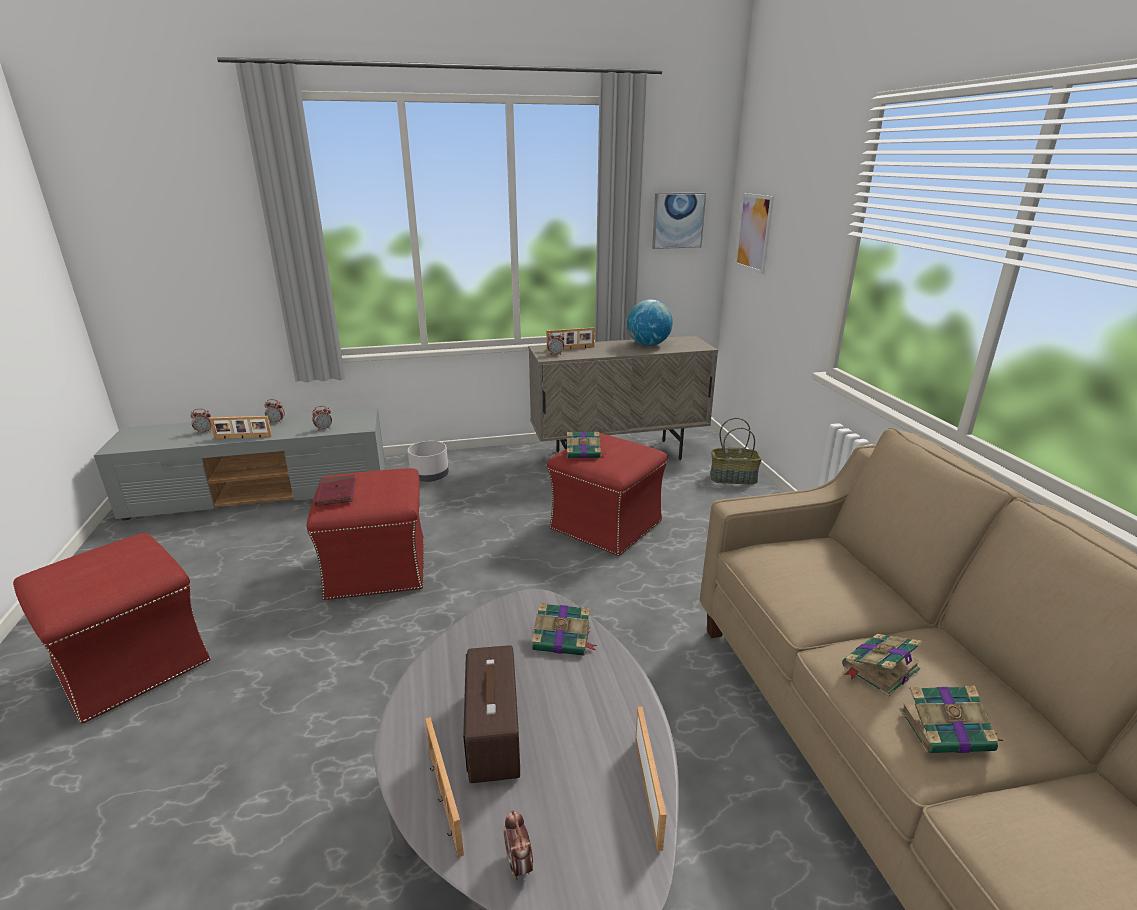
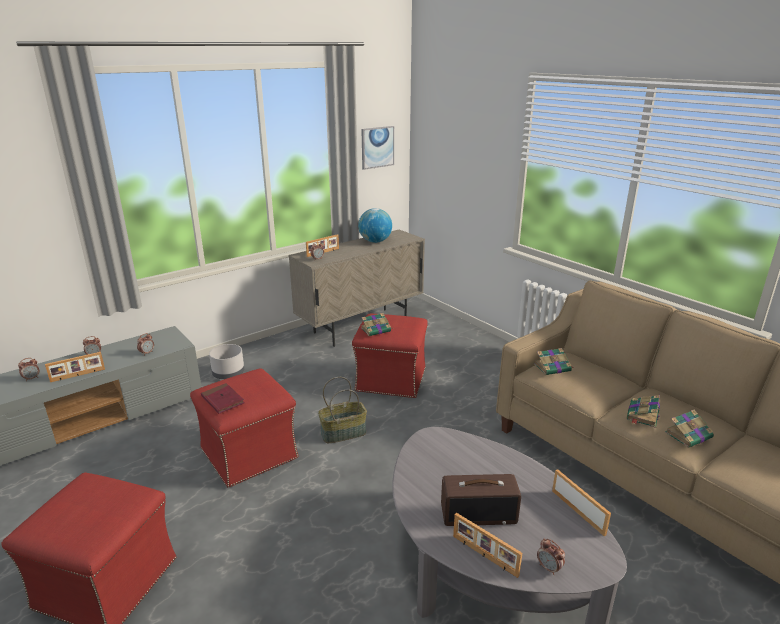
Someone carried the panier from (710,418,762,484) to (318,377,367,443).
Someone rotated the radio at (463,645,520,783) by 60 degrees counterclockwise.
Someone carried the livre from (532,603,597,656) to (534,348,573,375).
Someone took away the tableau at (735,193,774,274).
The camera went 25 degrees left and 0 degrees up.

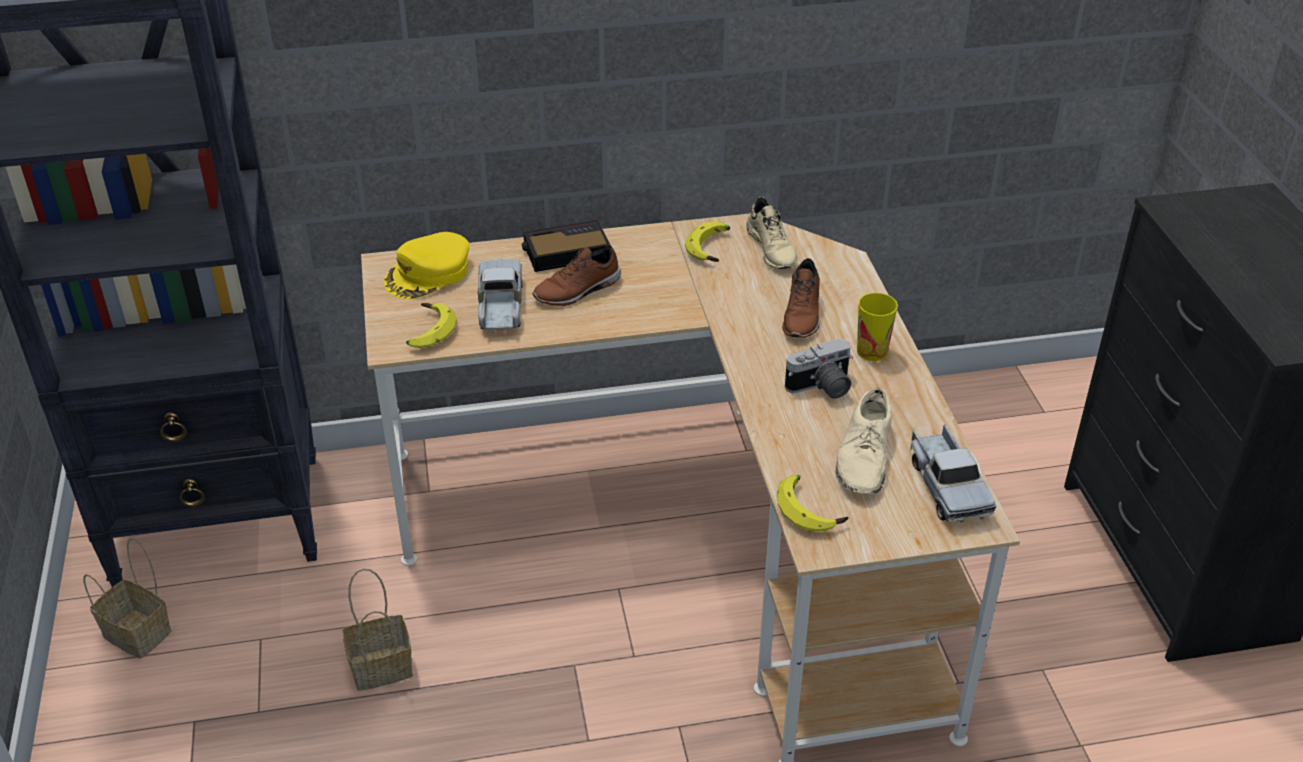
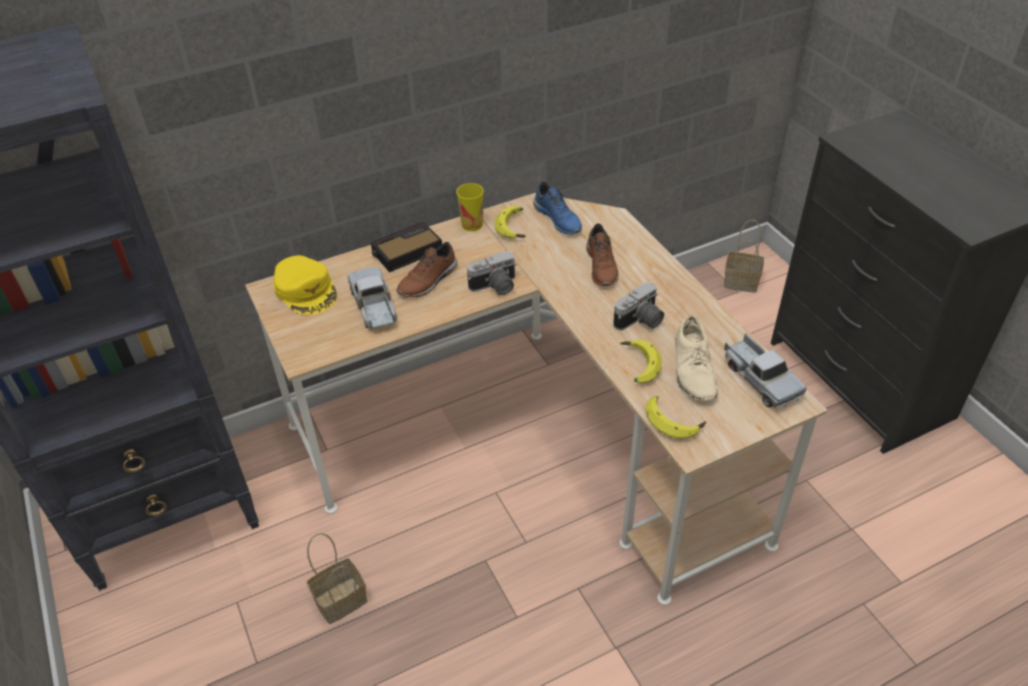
Someone rotated the casquette (jaune) at (383,232,469,299) by 60 degrees counterclockwise.
Someone carried the tasse from (857,292,898,361) to (457,183,484,231).
Someone put down the appareil photo at (467,251,517,295).
Someone repainted the chaussure (beige) at (746,197,797,269), which became the chaussure (bleu) at (533,181,582,234).
Someone carried the banane from (406,303,457,348) to (620,340,662,383).
Someone carried the panier from (83,538,172,658) to (724,220,764,293).
The camera went 15 degrees left and 5 degrees up.

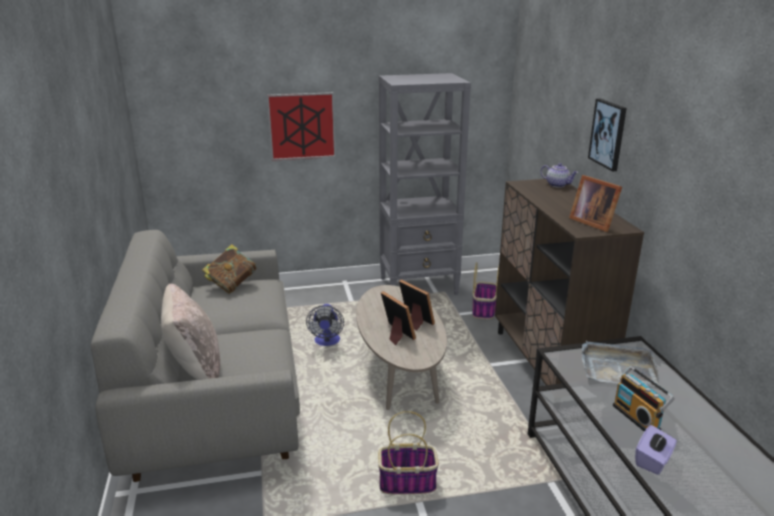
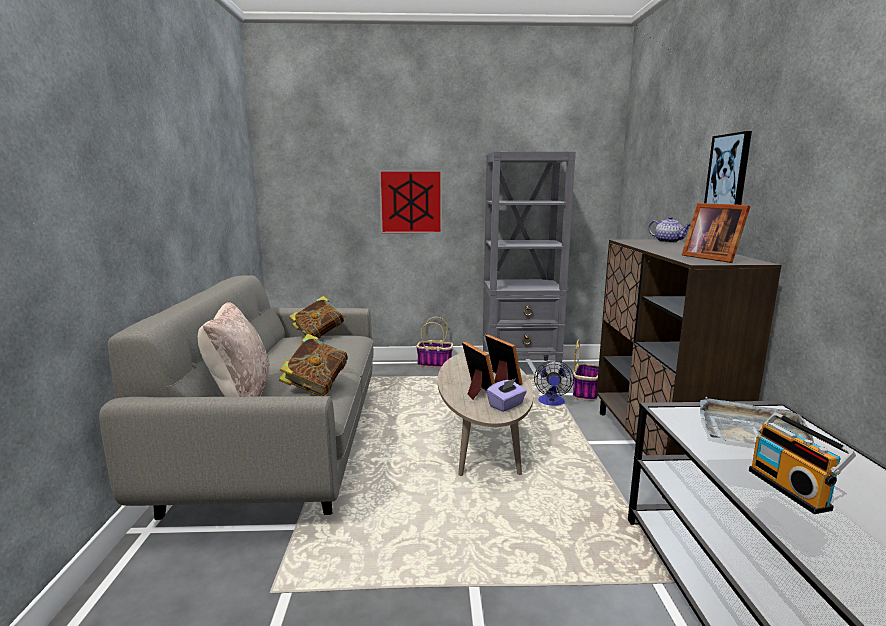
Someone put down the livre at (279,334,348,396).
Someone carried the panier from (378,411,439,495) to (416,317,453,368).
Someone carried the boîte à mouchoirs (violet) from (635,425,677,475) to (487,378,527,412).
Someone carried the ventilateur from (306,304,344,346) to (534,360,574,406).
The camera went 10 degrees right and 10 degrees down.

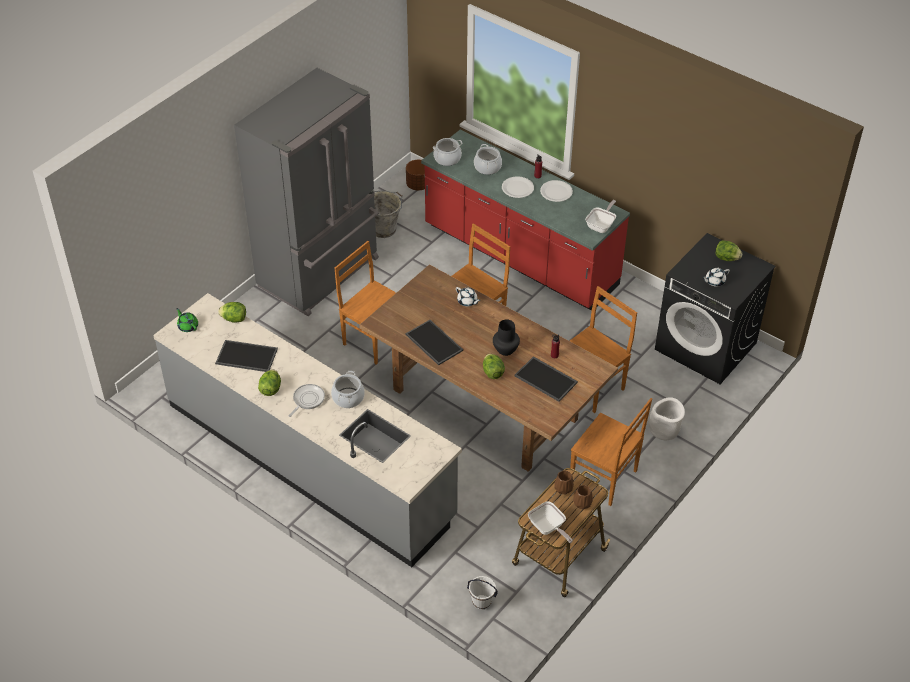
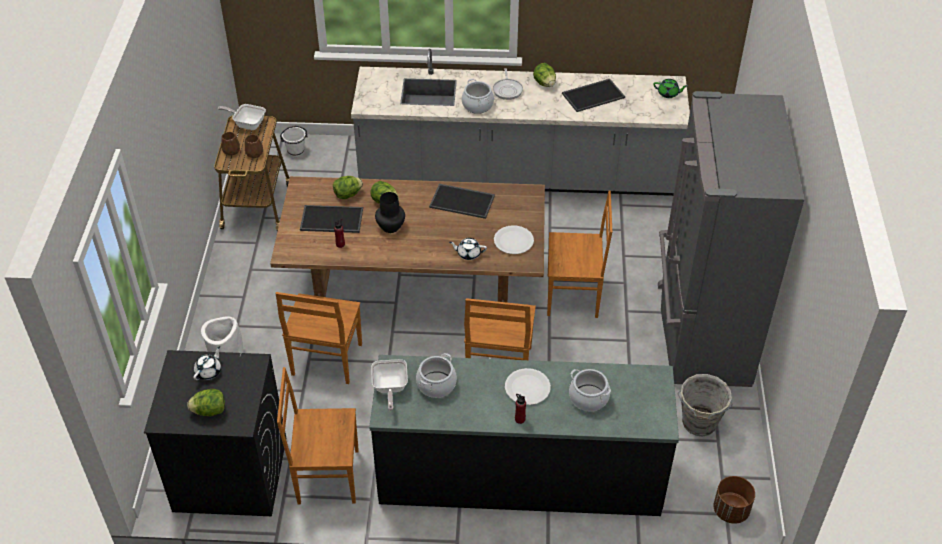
Someone carried the chaise (marron) from (570,398,652,506) to (277,367,359,504).
Someone carried the laitue from (218,302,246,323) to (333,176,363,199).
Someone repainted the comptoir de cuisine (rouge) at (421,130,630,311), which became the comptoir de cuisine (noir) at (369,355,679,516).
Someone carried the marmite from (433,138,462,166) to (416,353,457,398).
Someone carried the assiette (blanc) from (540,180,573,202) to (494,225,534,254).
The camera went 145 degrees right and 0 degrees up.

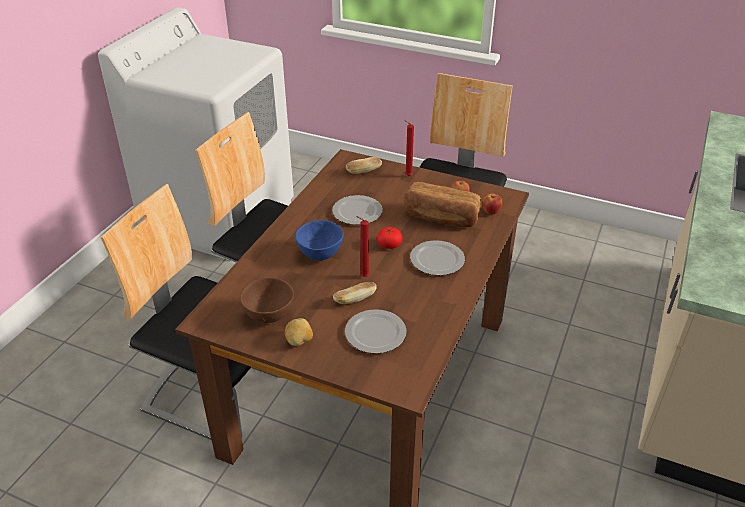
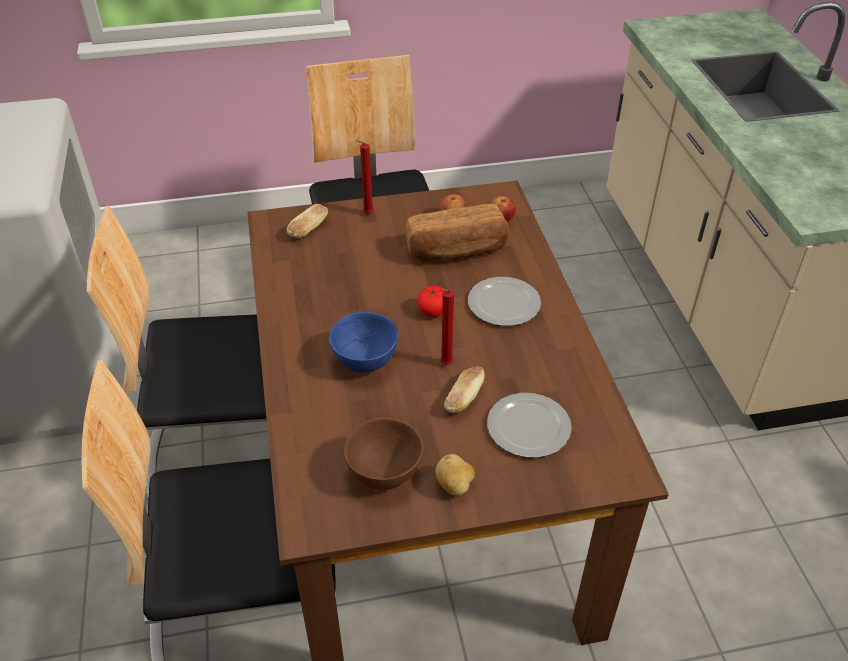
Someone took away the assiette at (332,195,383,225).
The camera went 35 degrees left and 5 degrees up.

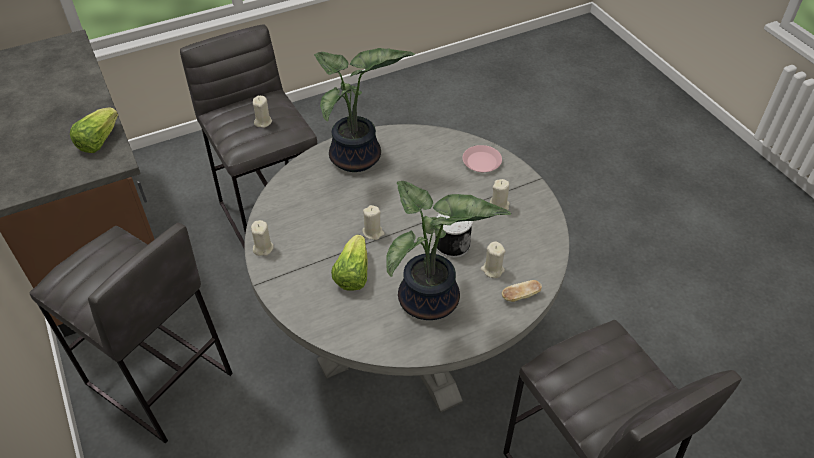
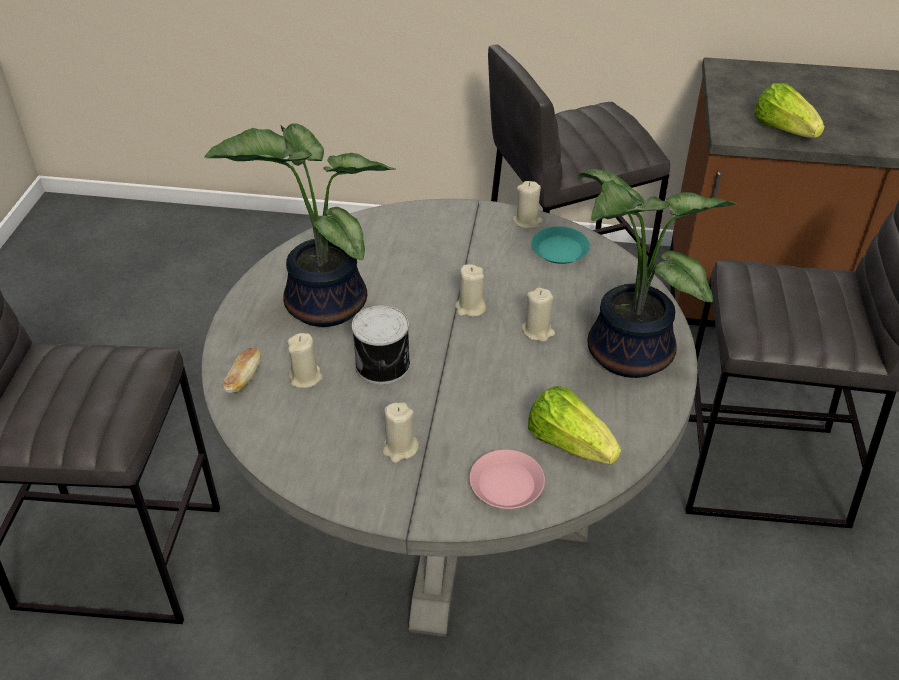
Someone carried the bougie (beige) from (253,96,272,128) to (522,288,555,342).
Someone carried the laitue from (331,235,368,291) to (528,386,621,464).
Someone put down the assiette (turquoise) at (531,226,590,264).
The camera went 125 degrees right and 5 degrees down.

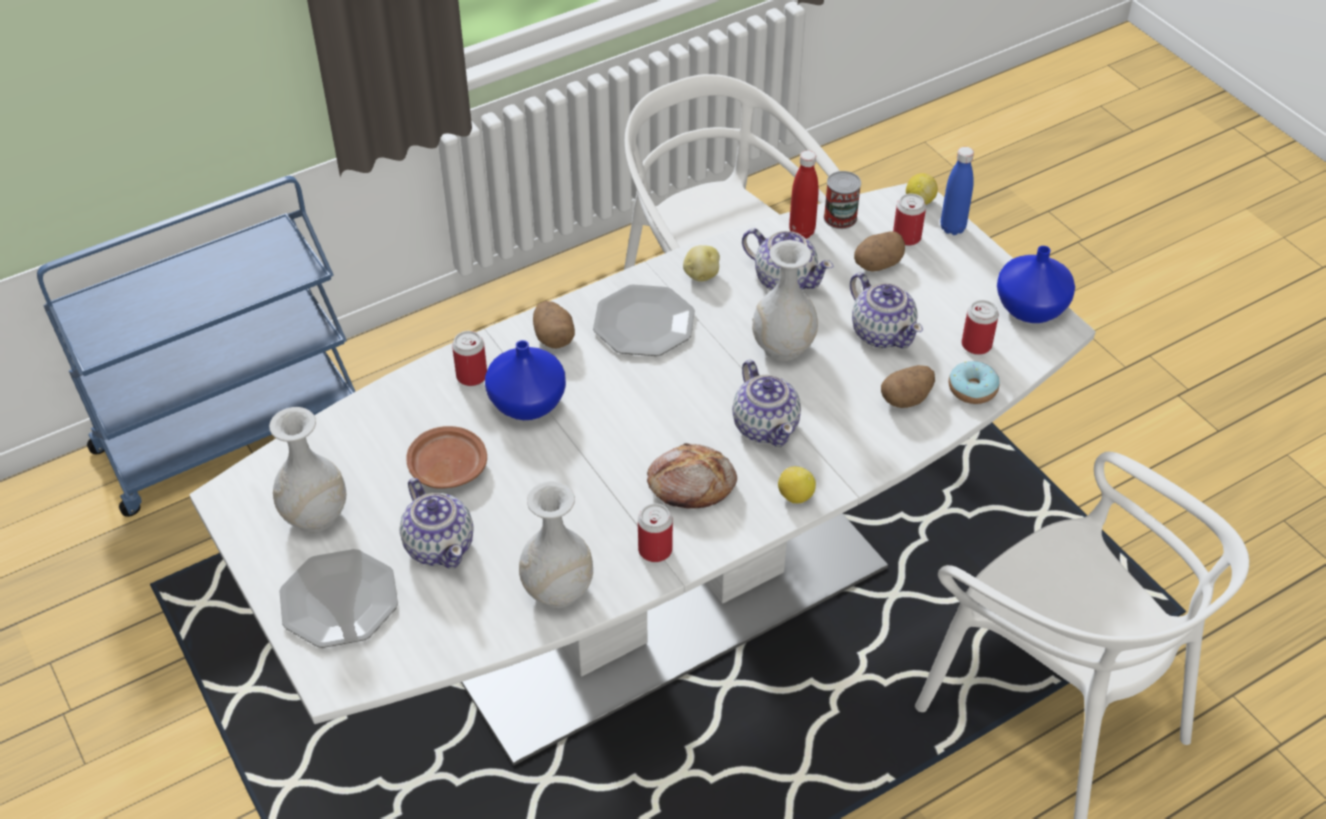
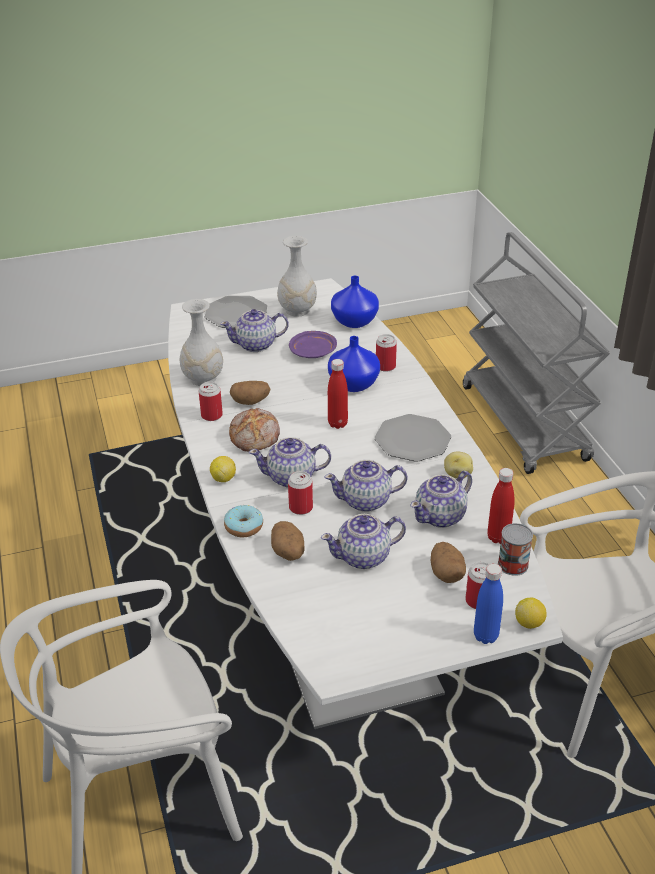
Someone carried the beignet from (949,361,1000,404) to (224,505,263,537).
Someone carried the pomme de terre from (533,301,575,349) to (230,381,271,405).
Someone carried the boîte métallique from (961,300,999,355) to (288,471,313,515).
Someone repainted the assiette (marron) at (406,426,487,488), which became the assiette (violet) at (289,331,337,358).
Someone swapped the vase (blanc) at (752,240,818,361) for the théière at (324,460,408,512).
Someone put down the bouteille (rouge) at (328,359,348,429).
Someone carried the vase (bleu) from (997,246,1075,323) to (331,276,379,328).
Someone repainted the chariot (bleu) at (37,176,356,517), which became the chariot (gris) at (463,232,610,474).
The camera went 105 degrees right and 10 degrees down.

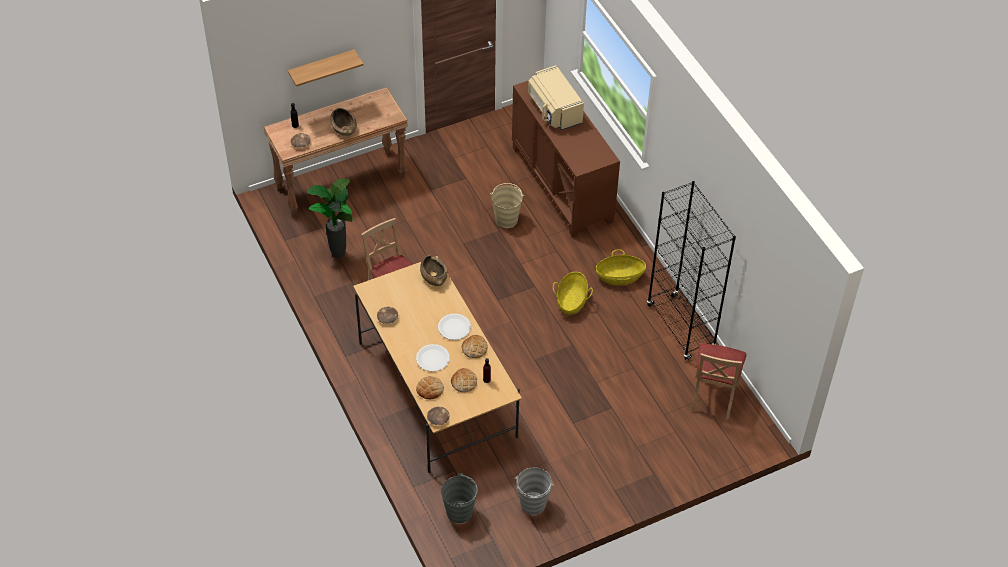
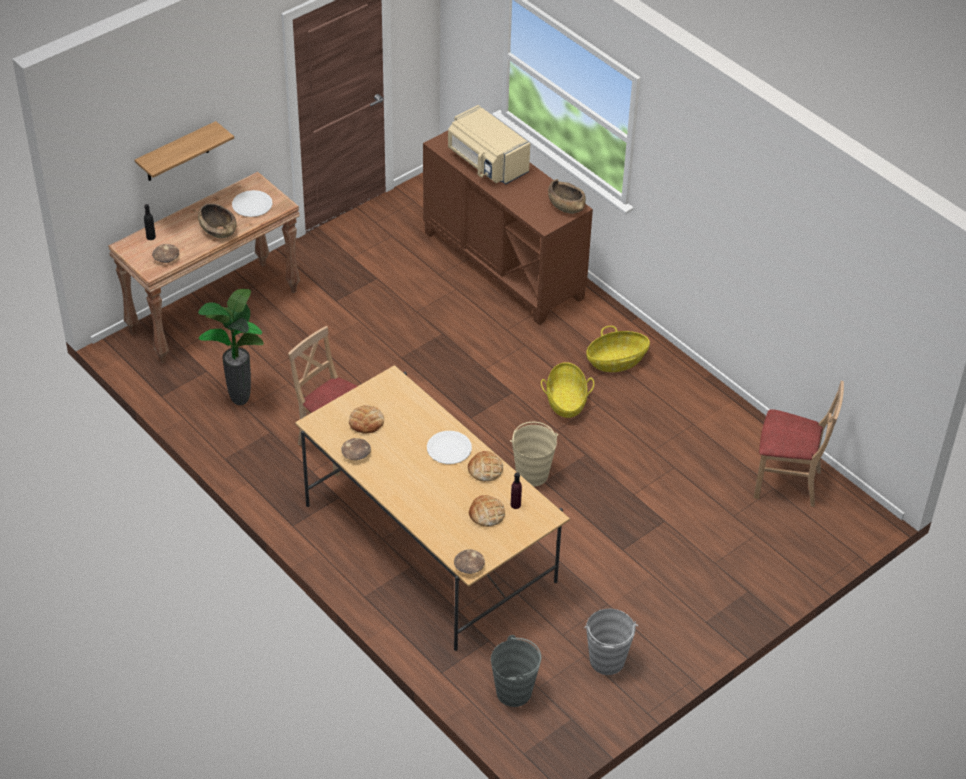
Someone carried the assiette (blanc) from (416,344,450,372) to (232,190,273,217).
Someone carried the pain from (416,376,444,399) to (349,405,384,433).
Someone carried the seau (beige) from (490,183,524,228) to (510,422,558,486).
Someone carried the bol (marron) from (420,255,448,286) to (548,179,586,214).
Someone rotated the chaise (beige) at (691,343,747,420) by 75 degrees counterclockwise.
Someone took away the bibliothèque (noir) at (647,181,736,360).
The camera went 15 degrees left and 5 degrees down.

